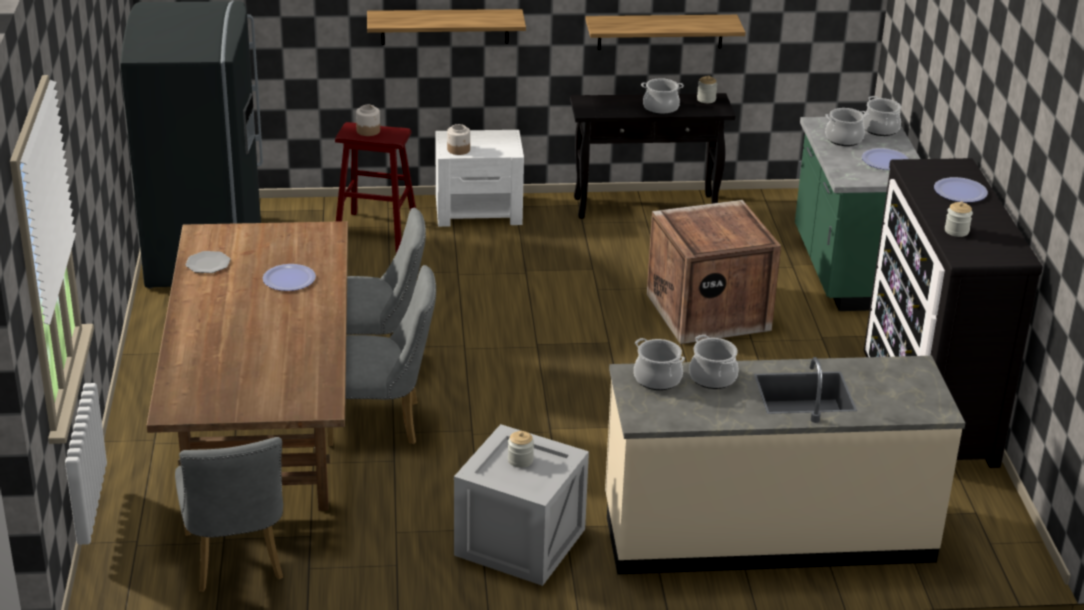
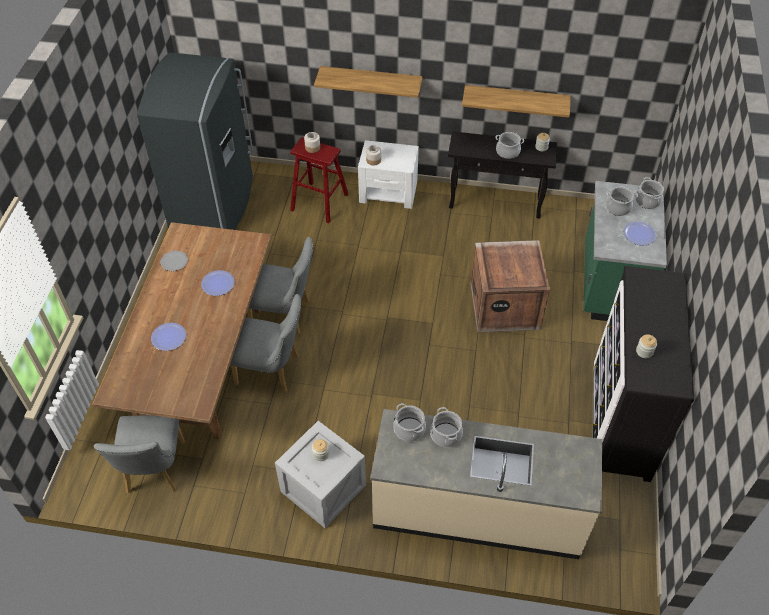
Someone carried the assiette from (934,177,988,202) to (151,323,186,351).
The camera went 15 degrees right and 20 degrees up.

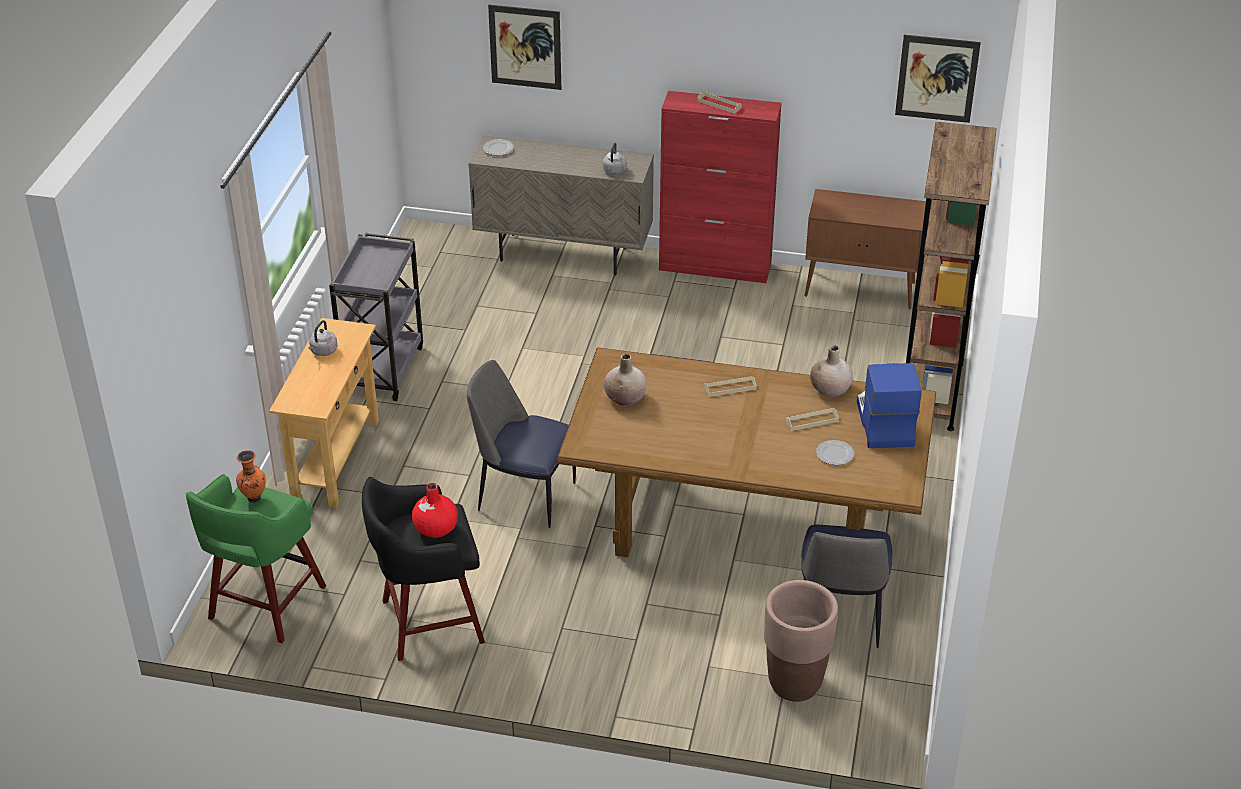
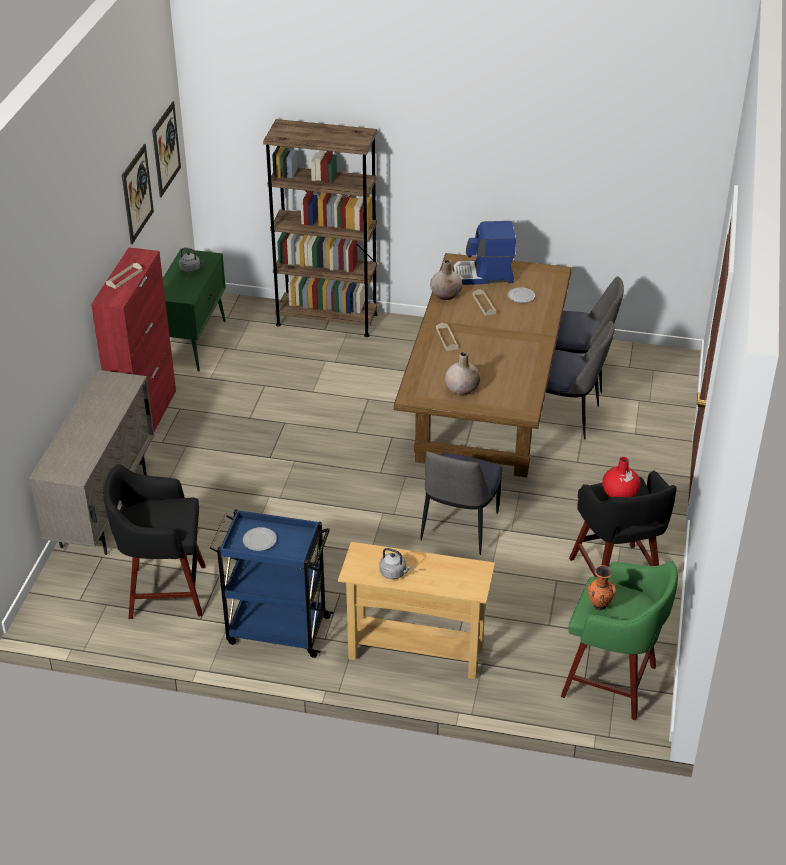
Someone put down the tabouret (noir) at (103,464,206,619).
Someone carried the tableau from (488,4,561,90) to (122,144,154,244).
Someone repainted the meuble de rangement (marron) at (804,189,926,310), which became the meuble de rangement (vert) at (163,249,226,372).
Someone carried the bouilloire (gris) from (603,142,627,175) to (179,248,204,272).
Someone repainted the chariot (gris) at (329,233,423,401), which became the chariot (bleu) at (210,509,334,658).
Someone carried the assiette from (483,139,514,156) to (243,527,277,551).
Someone put down the chaise at (546,321,615,440).
Someone took away the cache-pot (marron) at (764,580,838,702).
The camera went 90 degrees left and 0 degrees up.

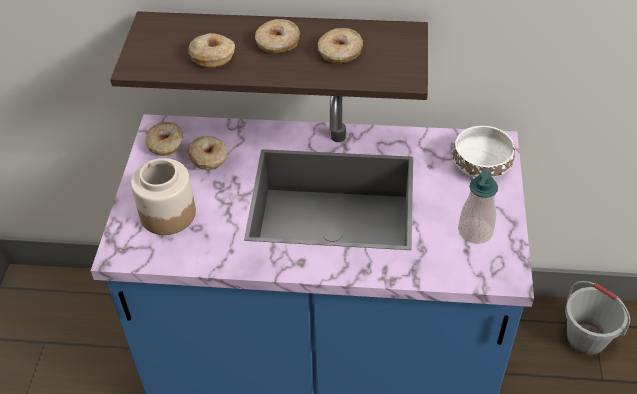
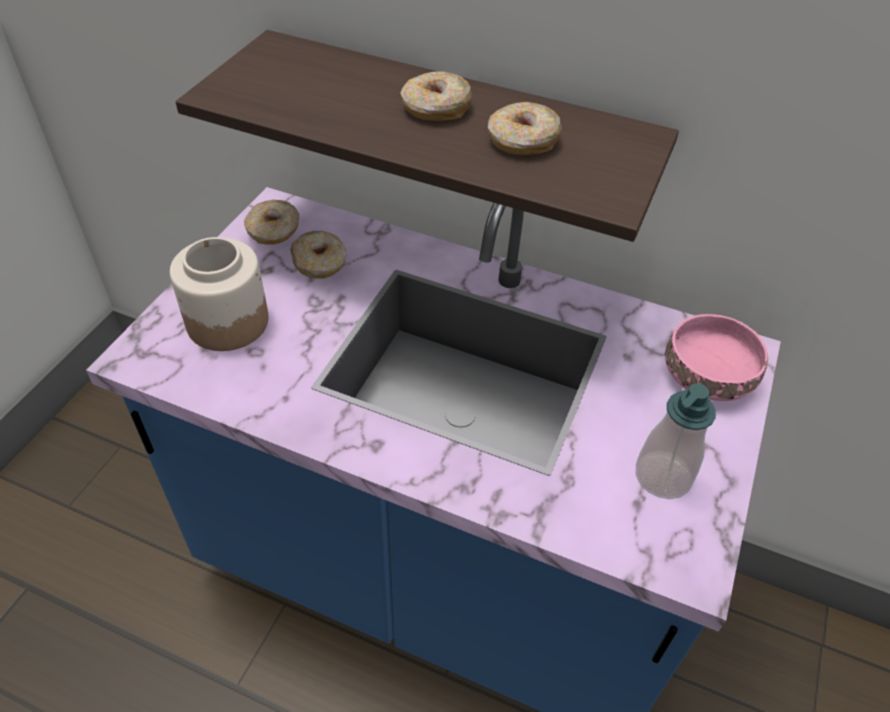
Someone repainted the bol (blanc) at (453,126,515,178), which became the bol (rose) at (665,314,768,401).
Someone took away the beignet at (189,33,235,67).
Someone took away the seau (gris) at (565,281,630,355).
The camera went 15 degrees right and 0 degrees up.

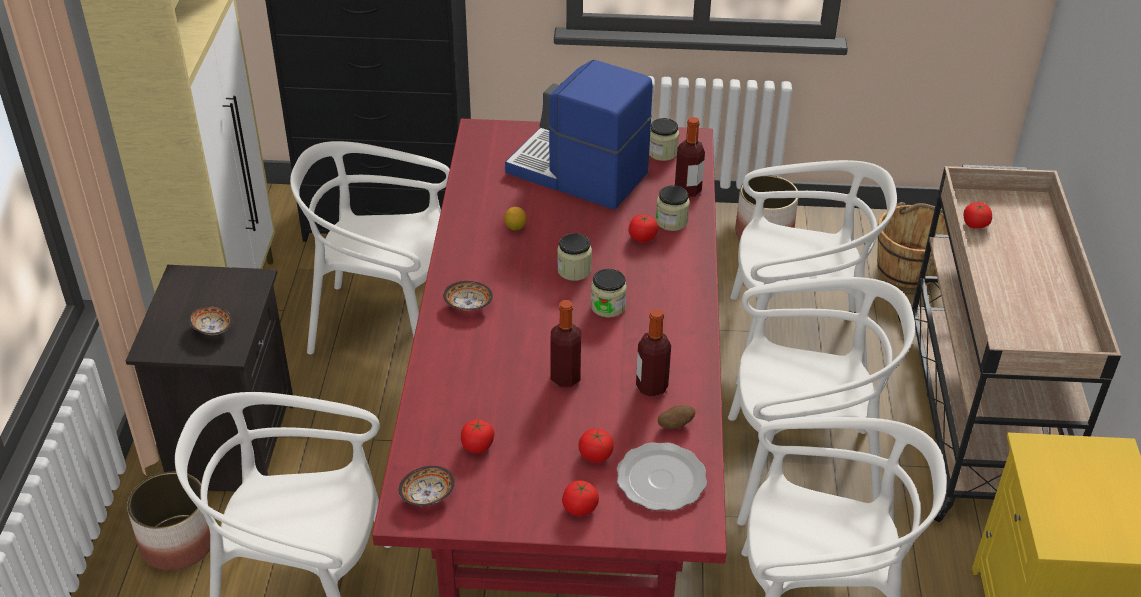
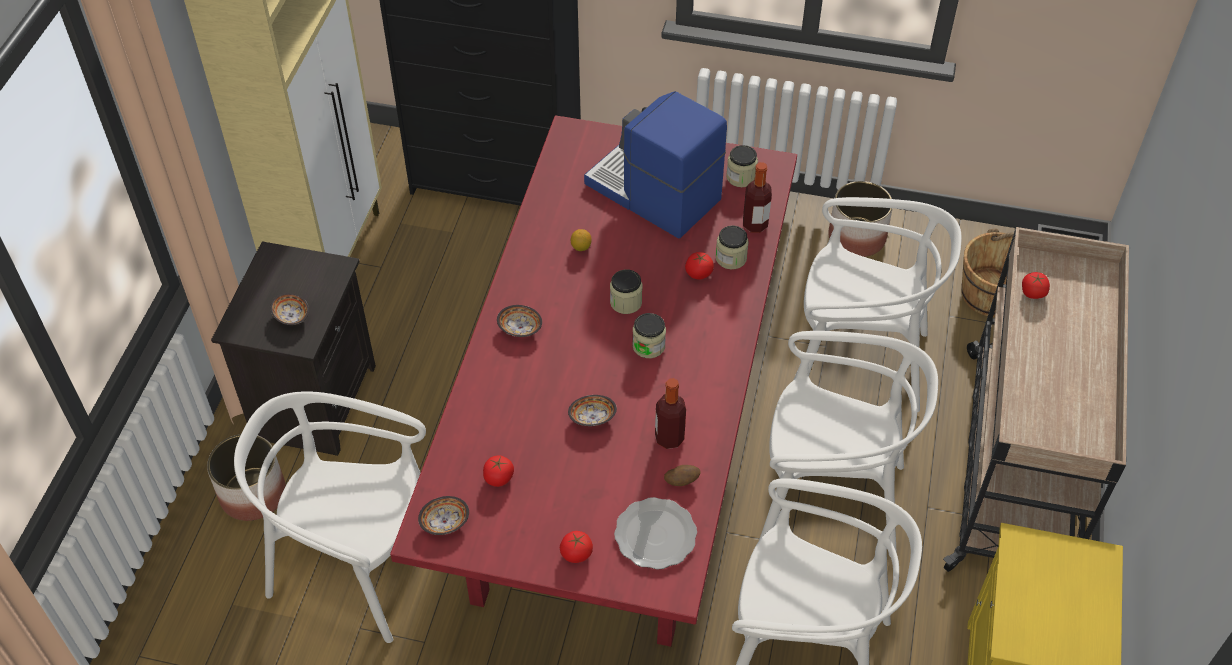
Someone swapped the bouteille at (550,300,581,387) for the bol at (568,395,617,426).
Someone took away the chaise (blanc) at (290,141,450,354).
Someone took away the tomate at (578,429,614,463).
The camera went 10 degrees right and 10 degrees up.

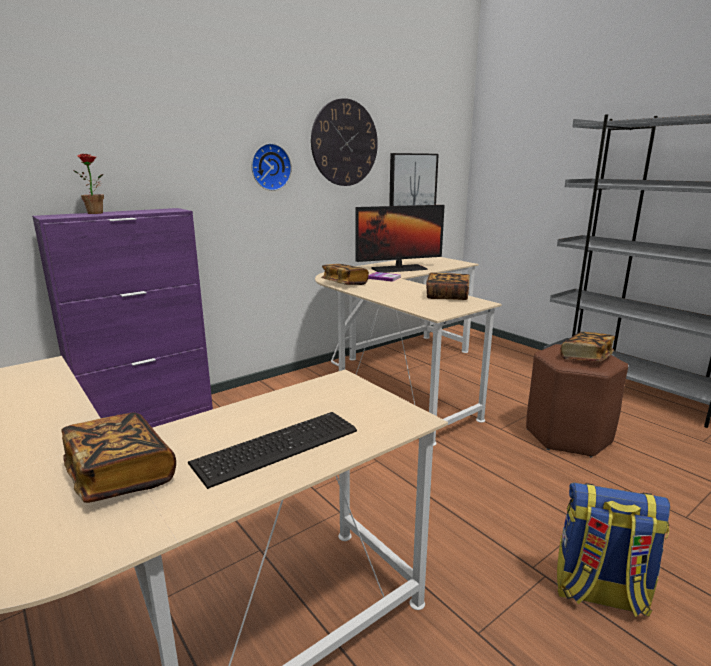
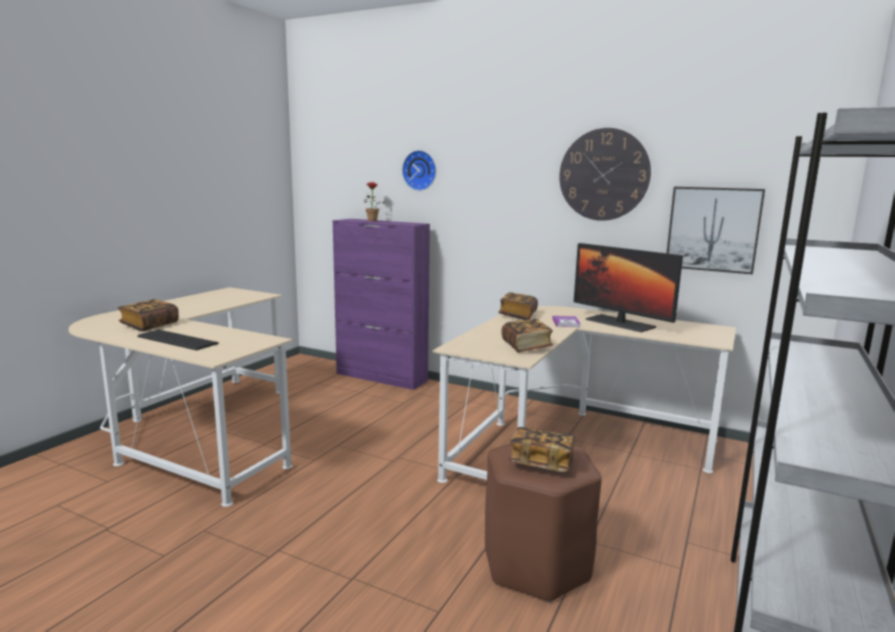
Someone carried the horloge murale from (251,143,292,191) to (402,150,436,191).
Someone took away the sac à dos at (557,482,670,617).
The camera went 65 degrees right and 5 degrees down.

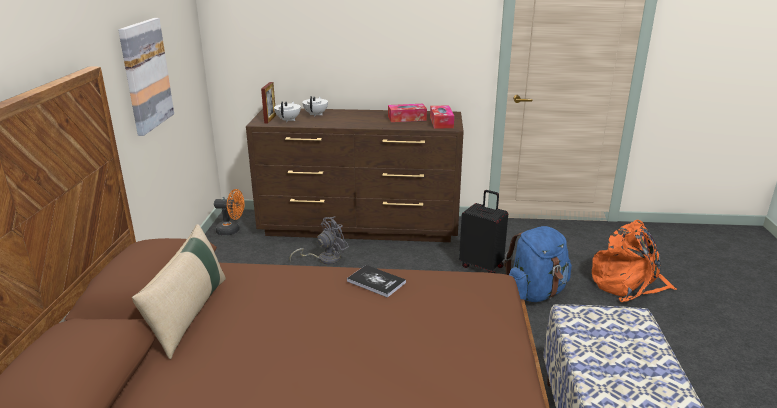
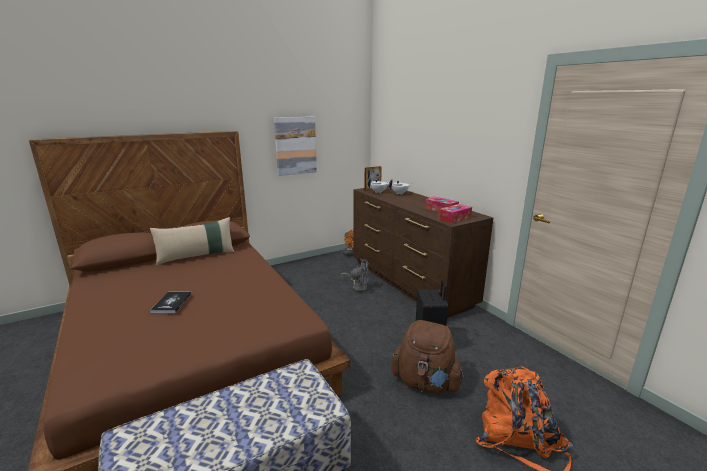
Someone carried the livre from (347,265,406,298) to (150,292,191,313).
Someone repainted the sac à dos (bleu) at (504,226,572,302), which became the sac à dos (marron) at (392,320,464,394).
The camera went 55 degrees right and 5 degrees down.

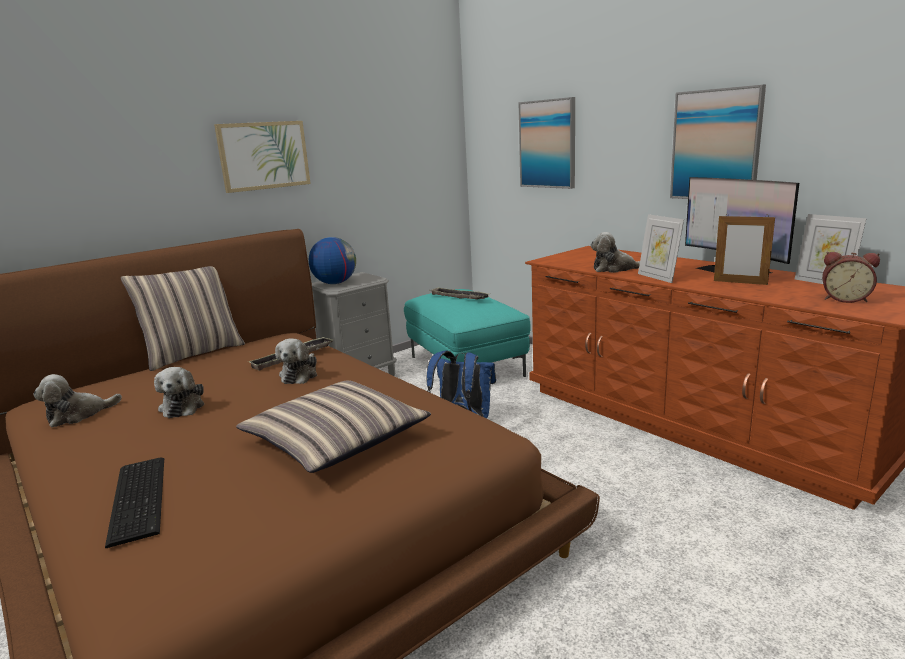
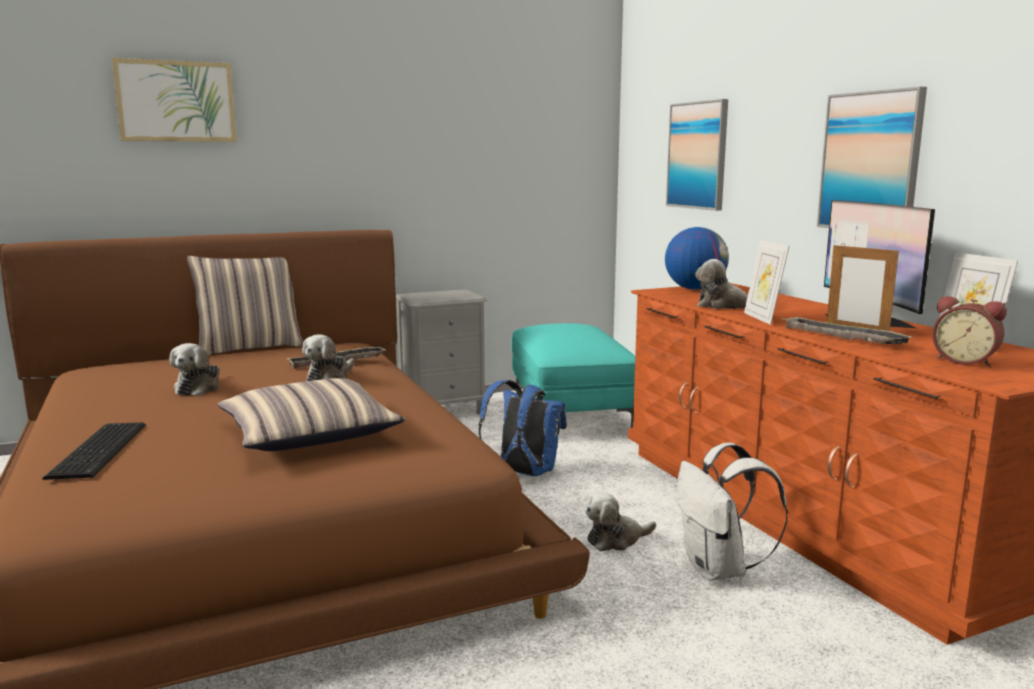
Someone carried the tableau from (214,121,311,193) to (112,58,237,142).
Someone carried the peluche from (33,374,122,428) to (585,492,656,551).
Someone carried the globe from (309,237,356,284) to (665,227,729,290).
Someone put down the sac à dos (blanc) at (676,443,788,581).
Someone carried the plateau from (432,287,489,300) to (782,316,913,344).
The camera went 15 degrees right and 5 degrees down.

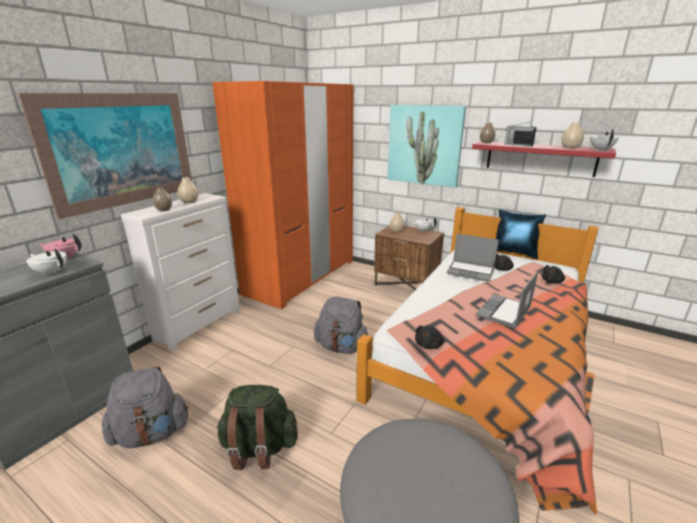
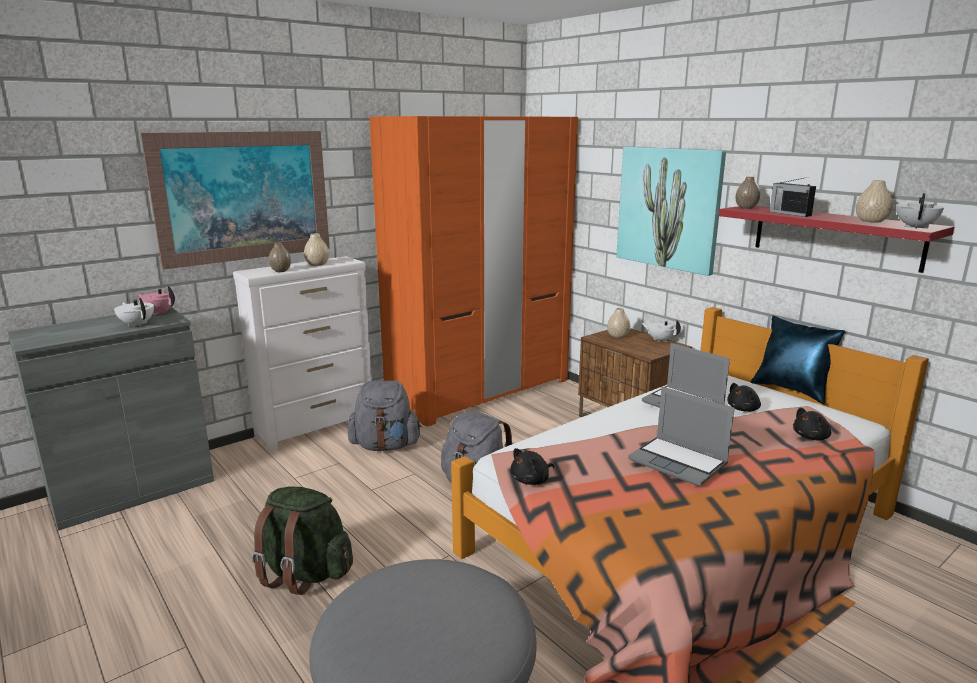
Someone carried the sac à dos (gris) from (102,367,189,448) to (347,381,422,451).
Someone rotated the ordinateur portable at (476,272,538,328) by 105 degrees counterclockwise.
The camera went 20 degrees right and 5 degrees down.

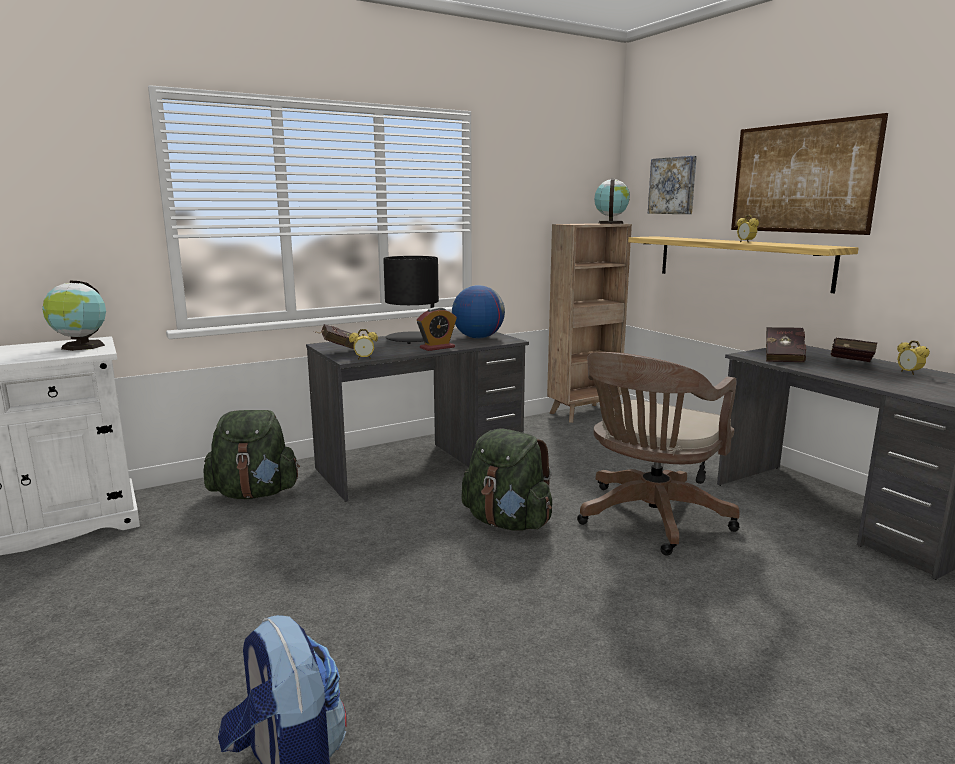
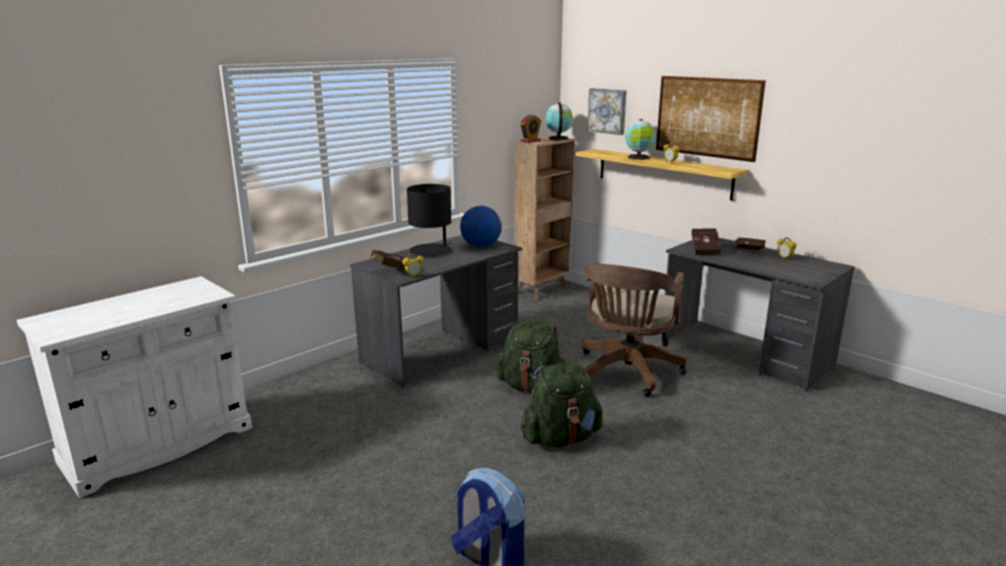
Someone carried the réveil from (417,307,457,351) to (520,115,541,143).
Someone carried the sac à dos (vert) from (203,410,300,499) to (521,362,603,447).
Someone carried the globe from (42,281,106,351) to (625,119,656,160).
The camera went 15 degrees left and 5 degrees up.

